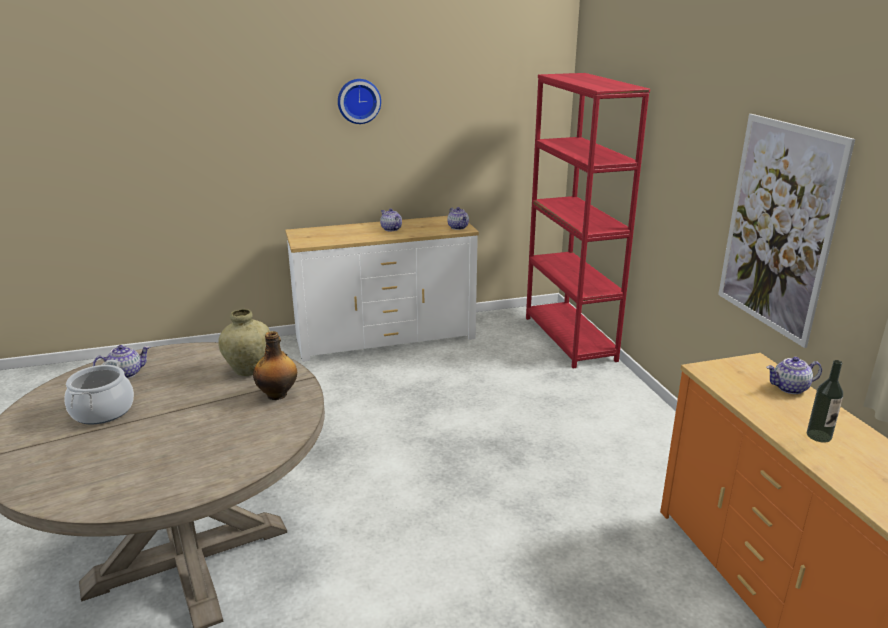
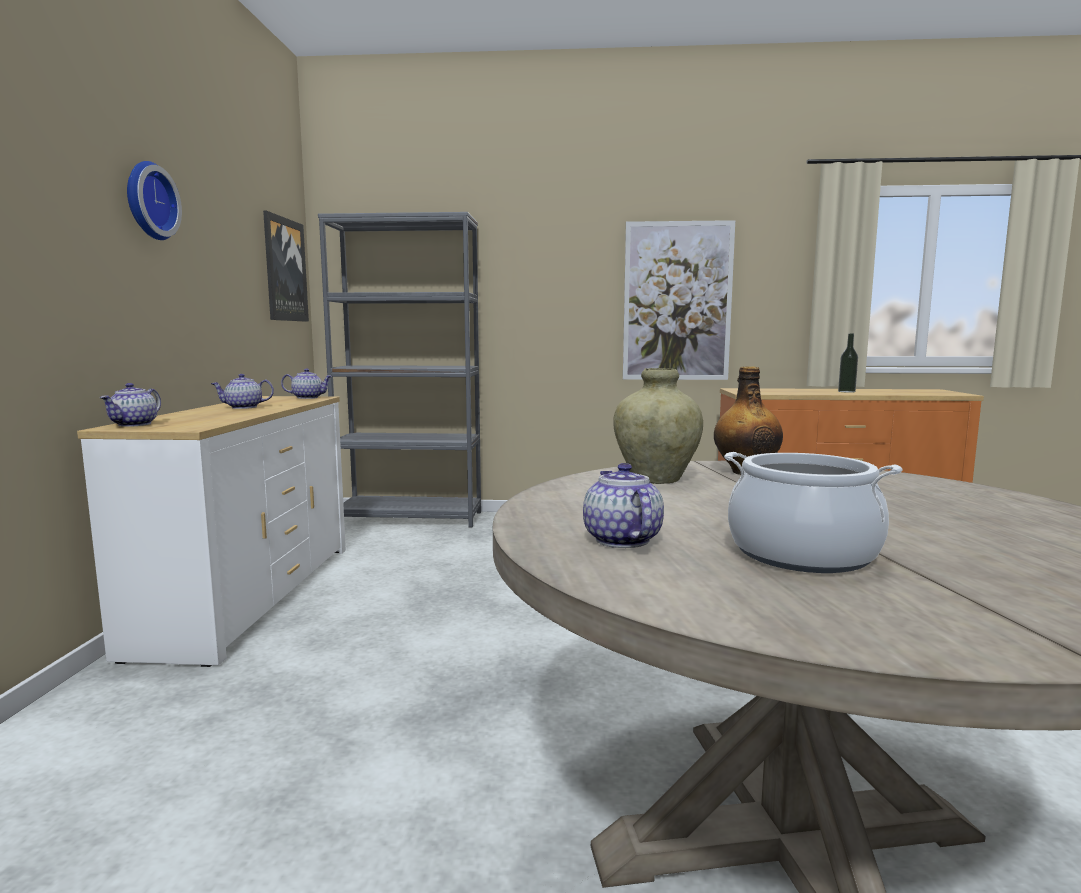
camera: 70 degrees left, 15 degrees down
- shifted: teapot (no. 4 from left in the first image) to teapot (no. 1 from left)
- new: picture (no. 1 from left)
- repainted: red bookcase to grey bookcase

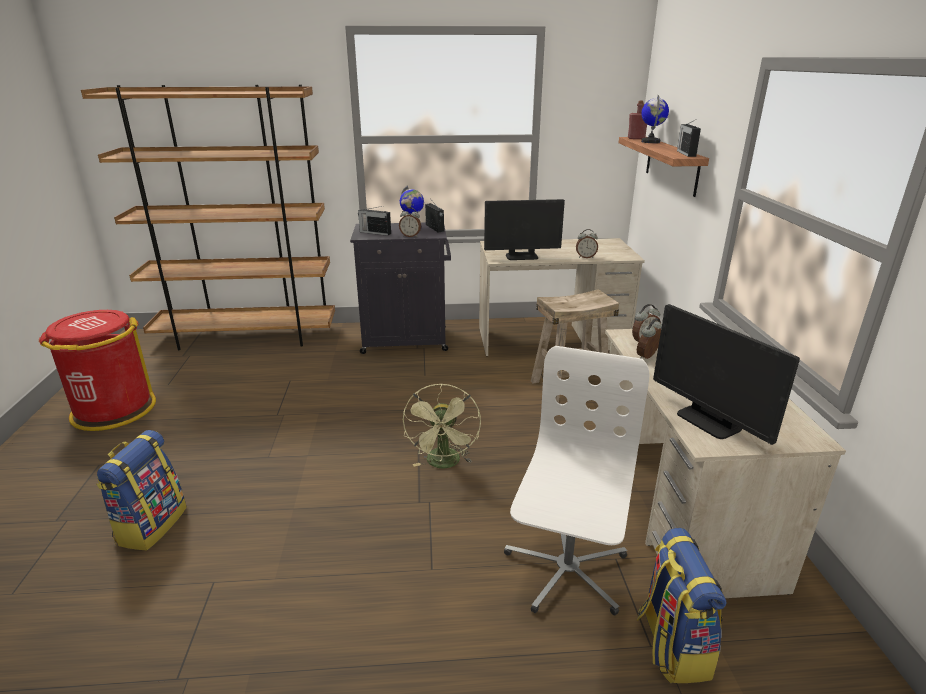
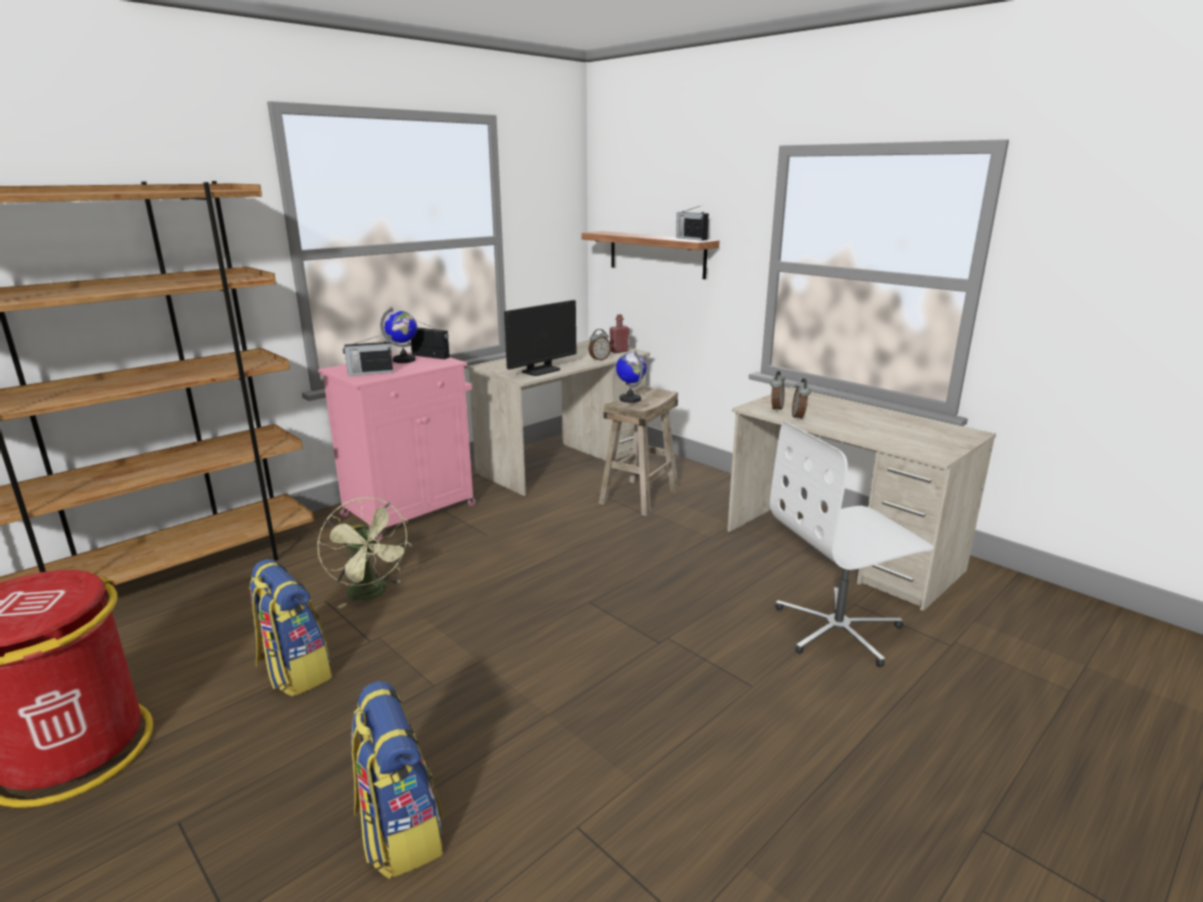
camera: 40 degrees left, 5 degrees down
- shifted: backpack (no. 2 from left in the first image) to backpack (no. 1 from left)
- shifted: green fan
- repainted: black cabinet to pink cabinet
- shifted: red bottle
- shifted: globe (no. 2 from left)
- rotated: white office chair 90 degrees counterclockwise
- gone: alarm clock (no. 1 from left)
- gone: monitor (no. 2 from left)

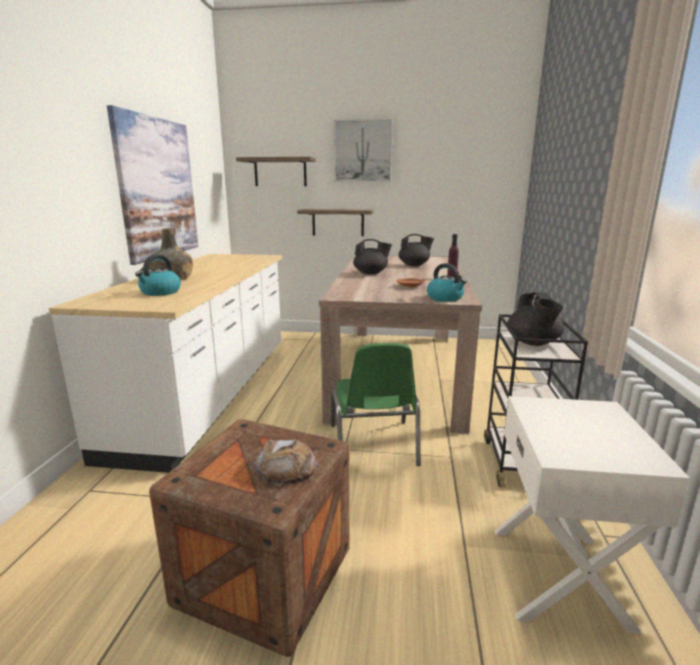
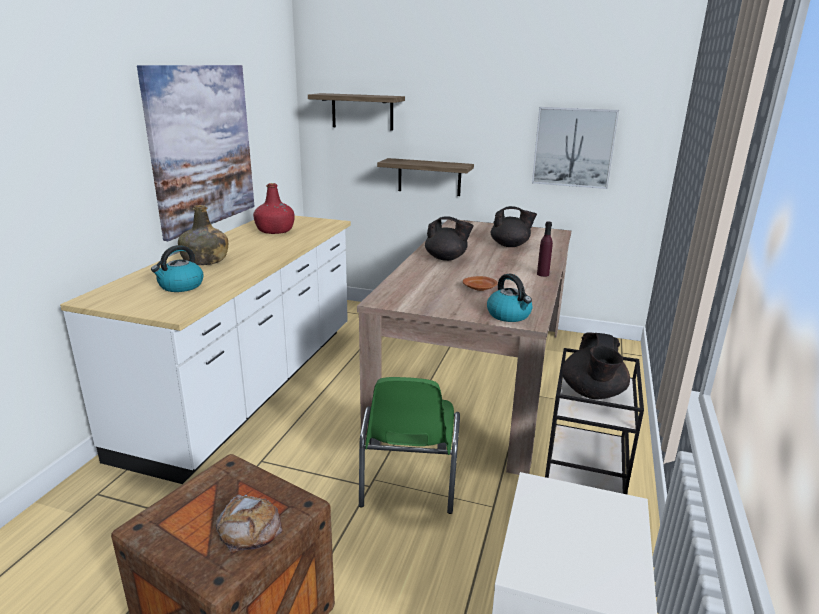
camera: 10 degrees right, 5 degrees up
- new: red bottle
- shifted: picture (no. 2 from left)

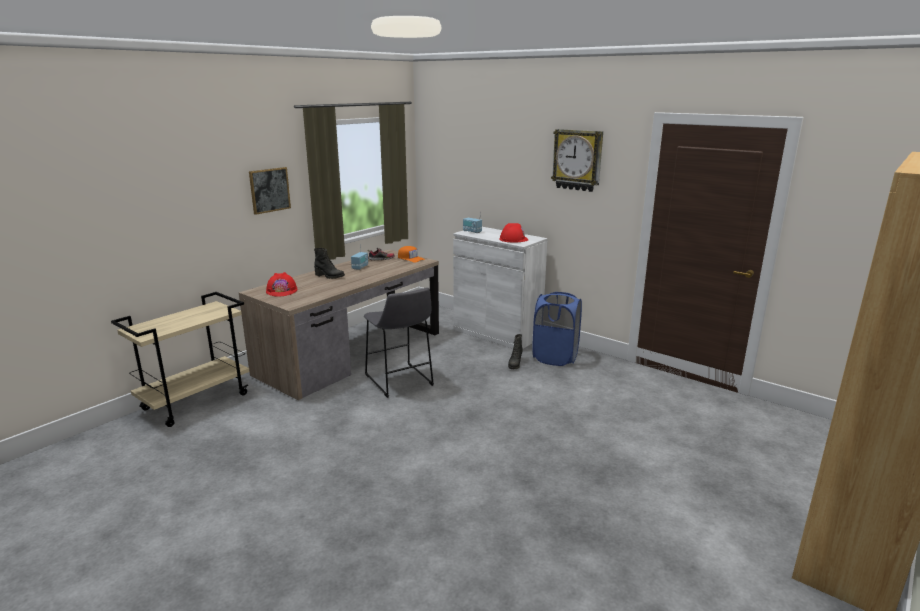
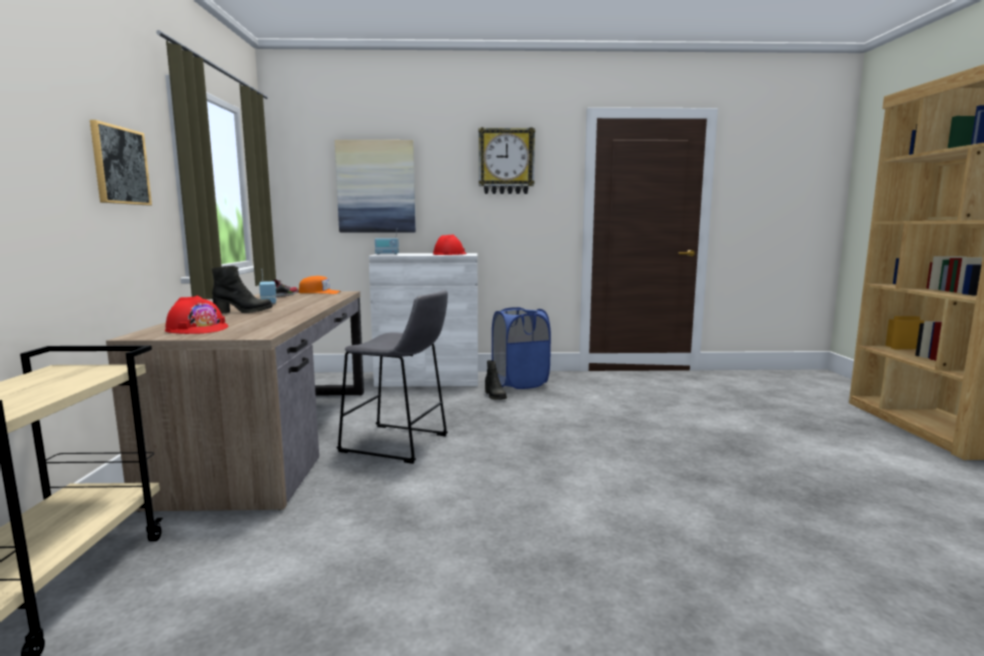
camera: 40 degrees left, 10 degrees down
- new: picture (no. 2 from left)

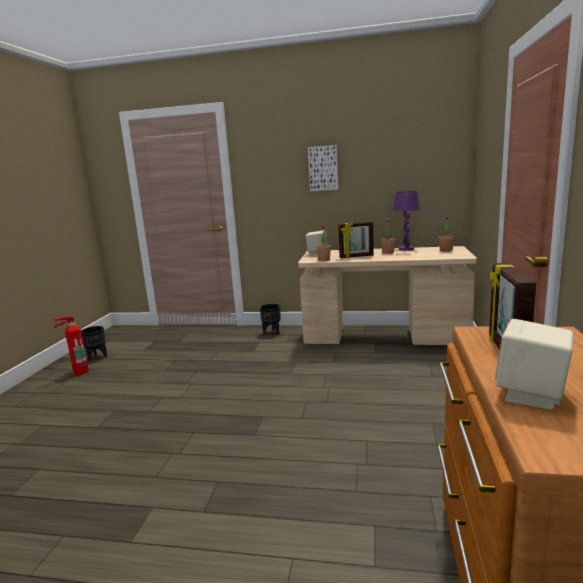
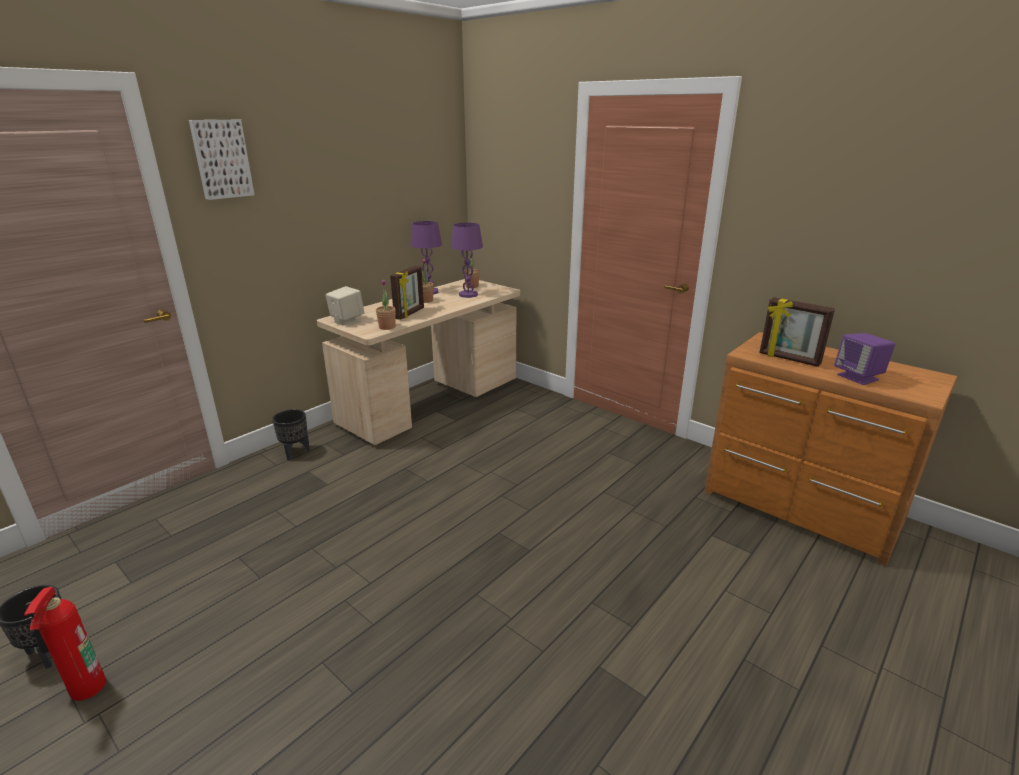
camera: 60 degrees left, 10 degrees up
- shifted: picture
- new: purple table lamp (no. 2 from left)
- repainted: beige speaker (no. 2 from left) to purple speaker

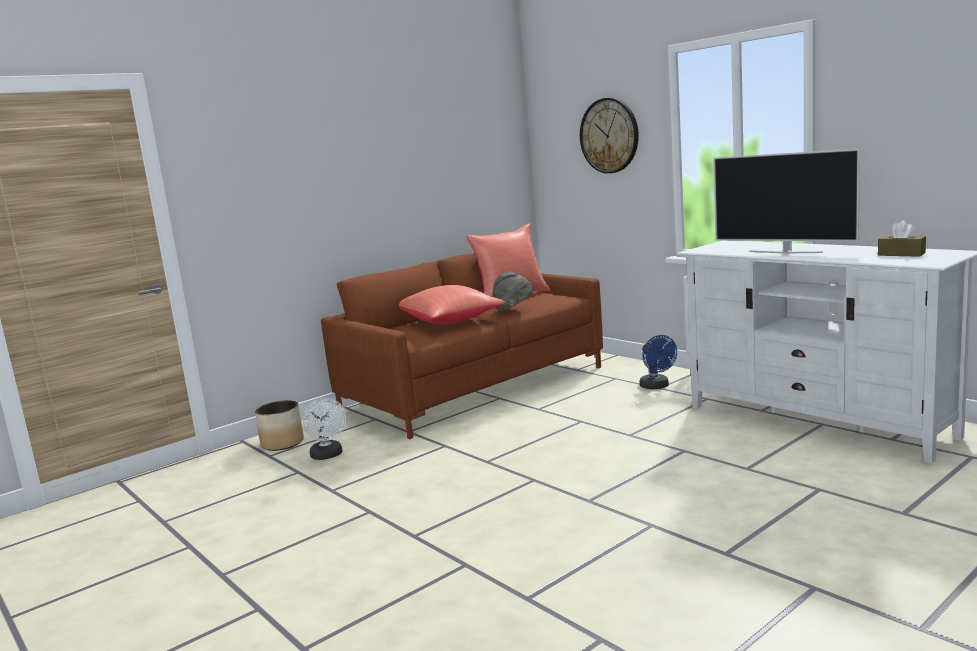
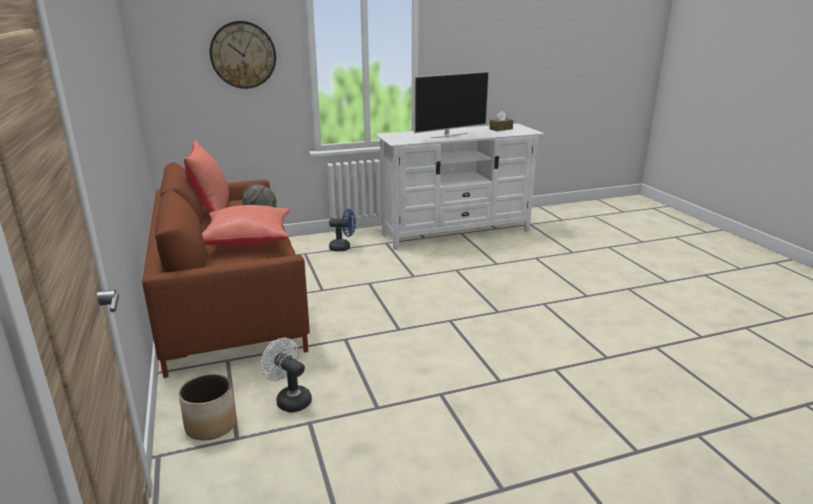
camera: 70 degrees left, 10 degrees up
- rotated: white fan 135 degrees counterclockwise

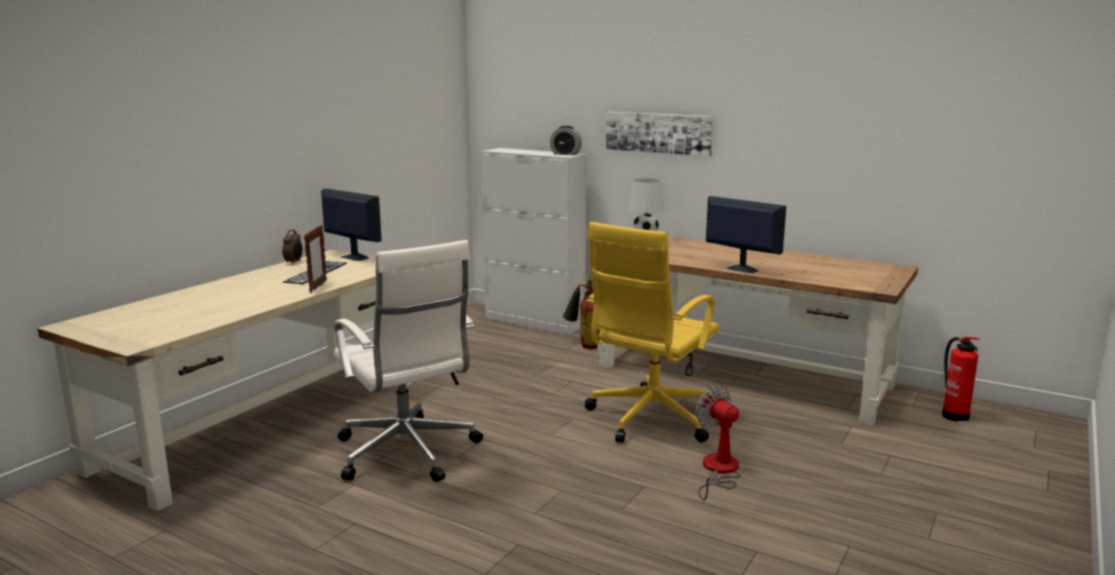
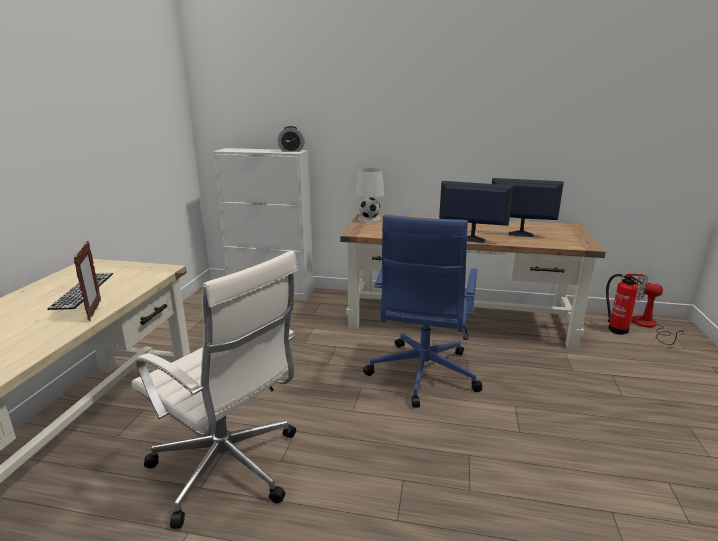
camera: 20 degrees left, 5 degrees up
- repainted: yellow office chair to blue office chair
- shifted: monitor (no. 1 from left in the first image) to monitor (no. 2 from left)
- shifted: fan
- gone: alarm clock (no. 1 from left)
- gone: fire extinguisher (no. 1 from left)
- gone: picture

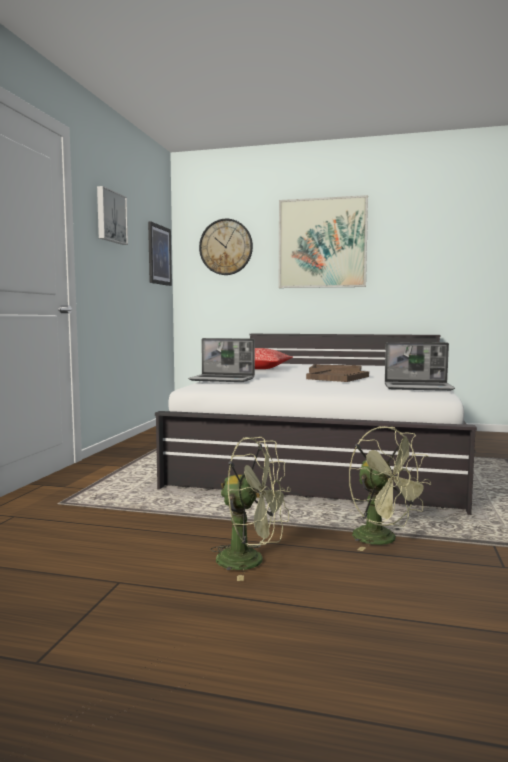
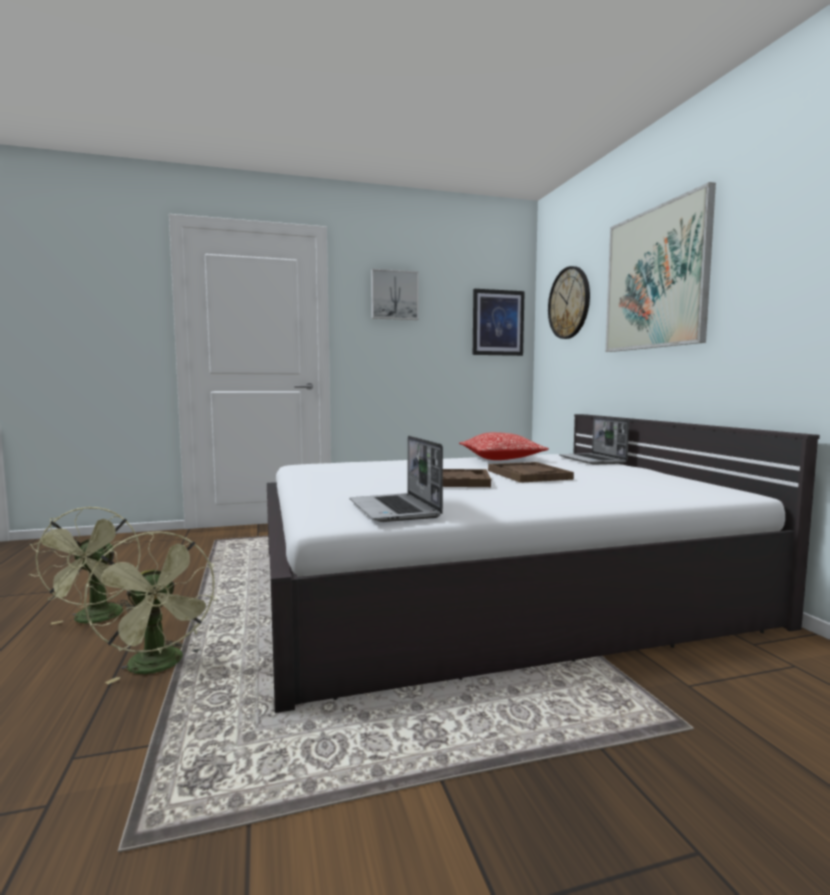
camera: 60 degrees right, 0 degrees up
- rotated: green fan (no. 2 from left) 60 degrees counterclockwise
- shifted: laptop (no. 1 from left in the first image) to laptop (no. 2 from left)

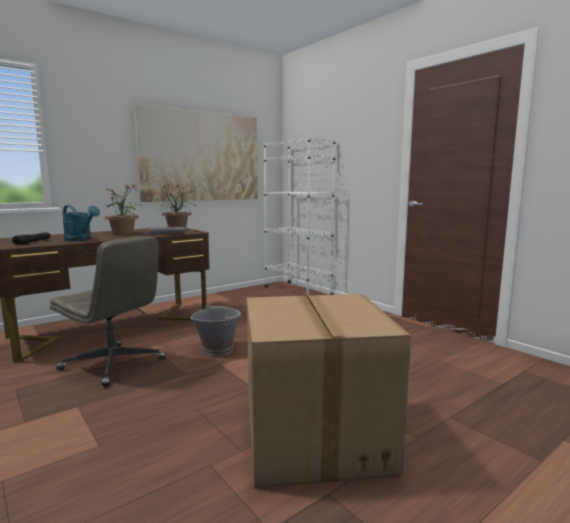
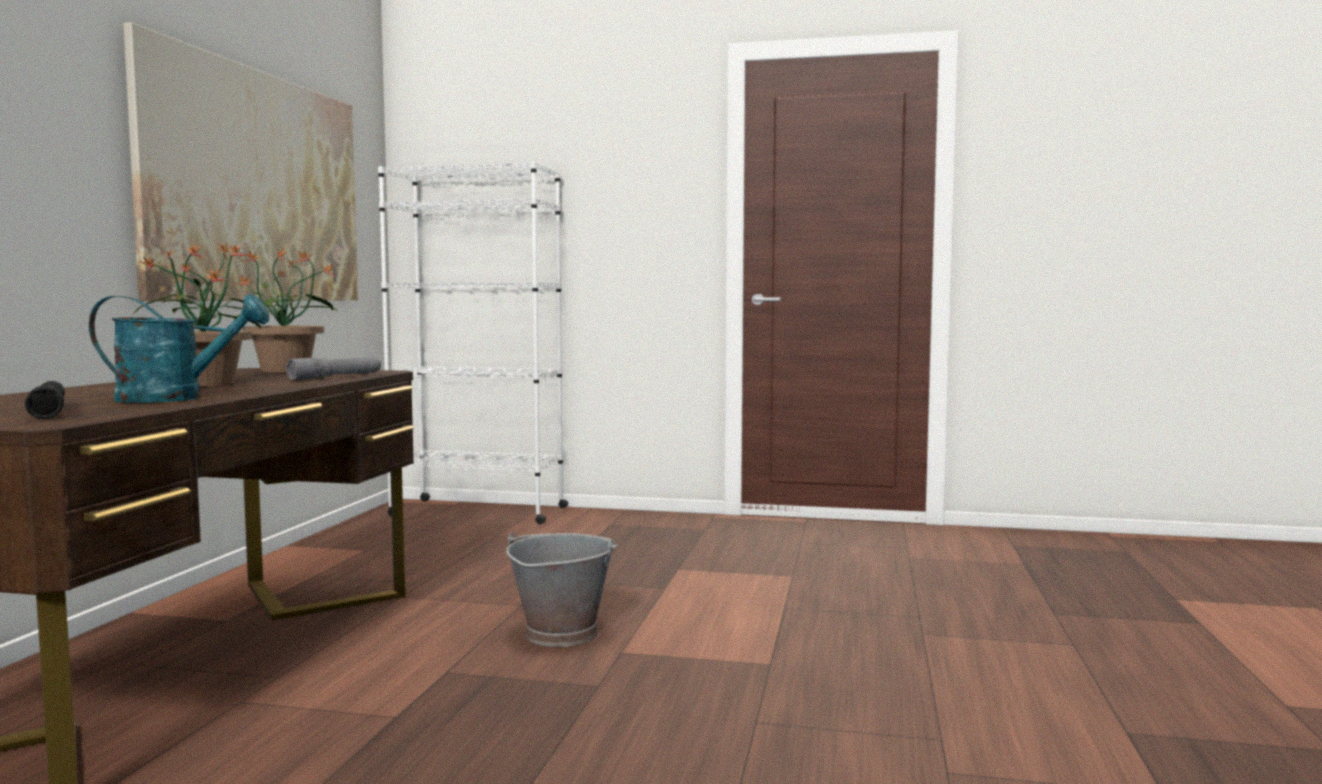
camera: 40 degrees left, 5 degrees down
- gone: grey office chair
- gone: cardboard box

